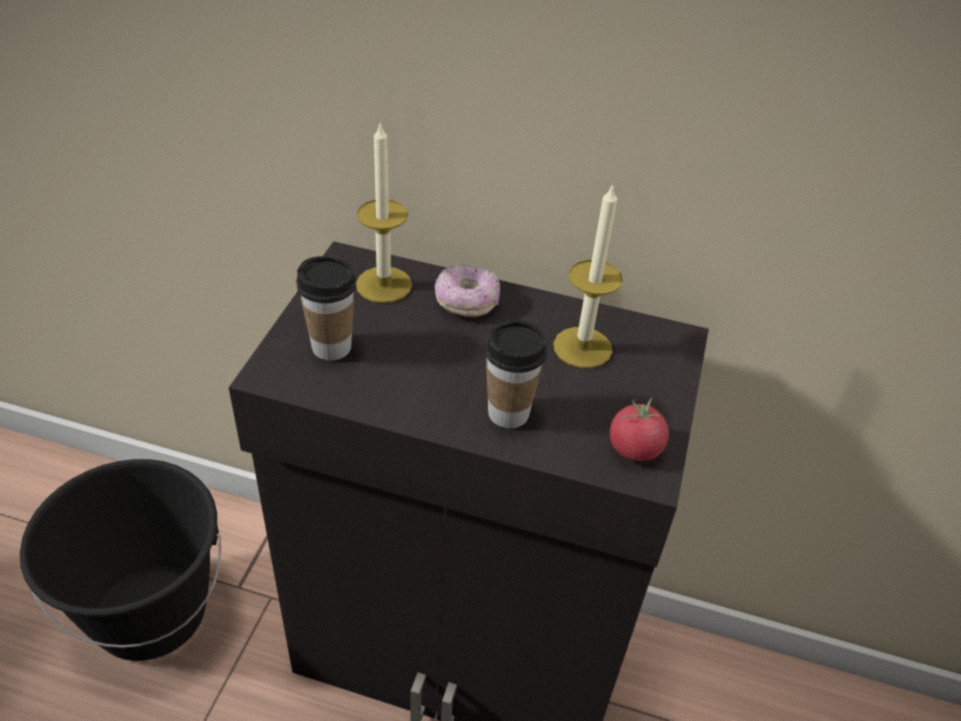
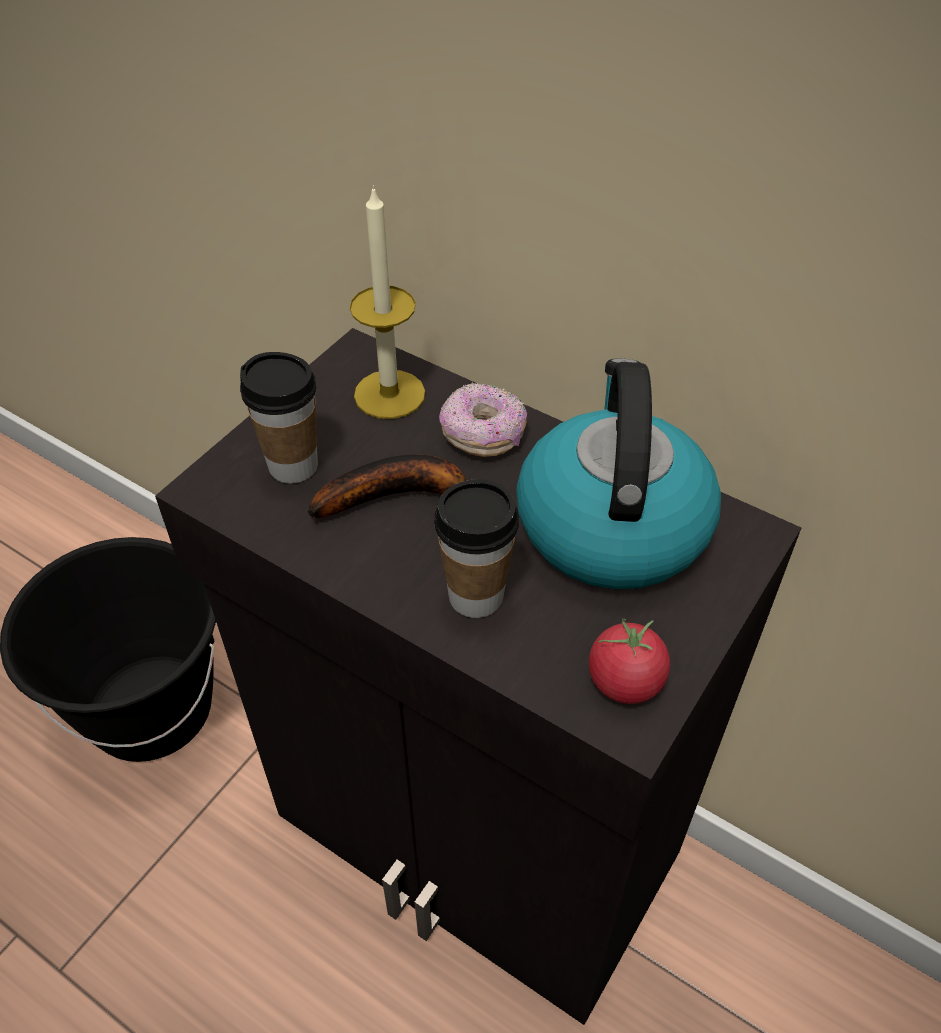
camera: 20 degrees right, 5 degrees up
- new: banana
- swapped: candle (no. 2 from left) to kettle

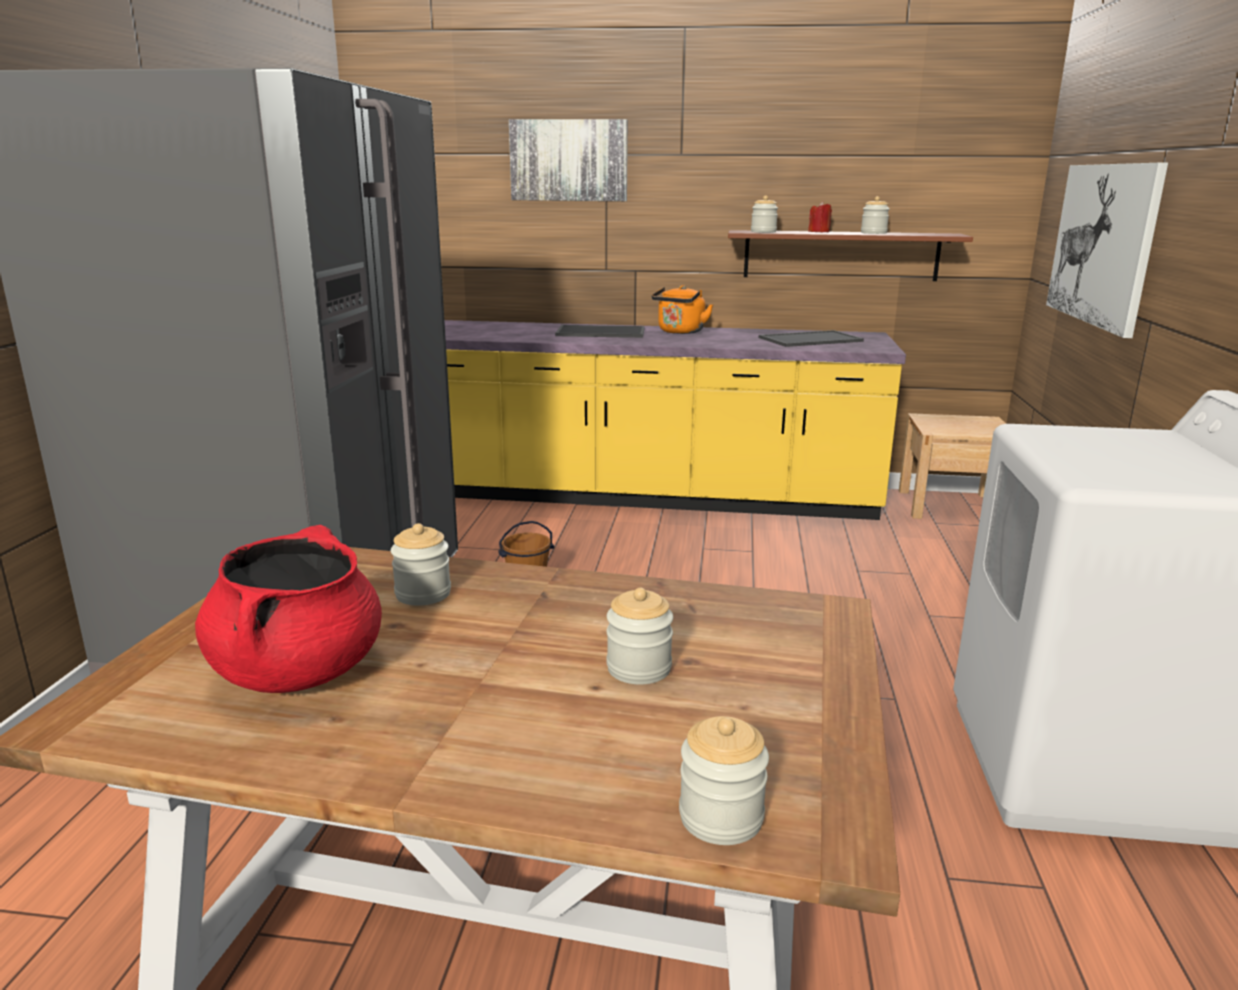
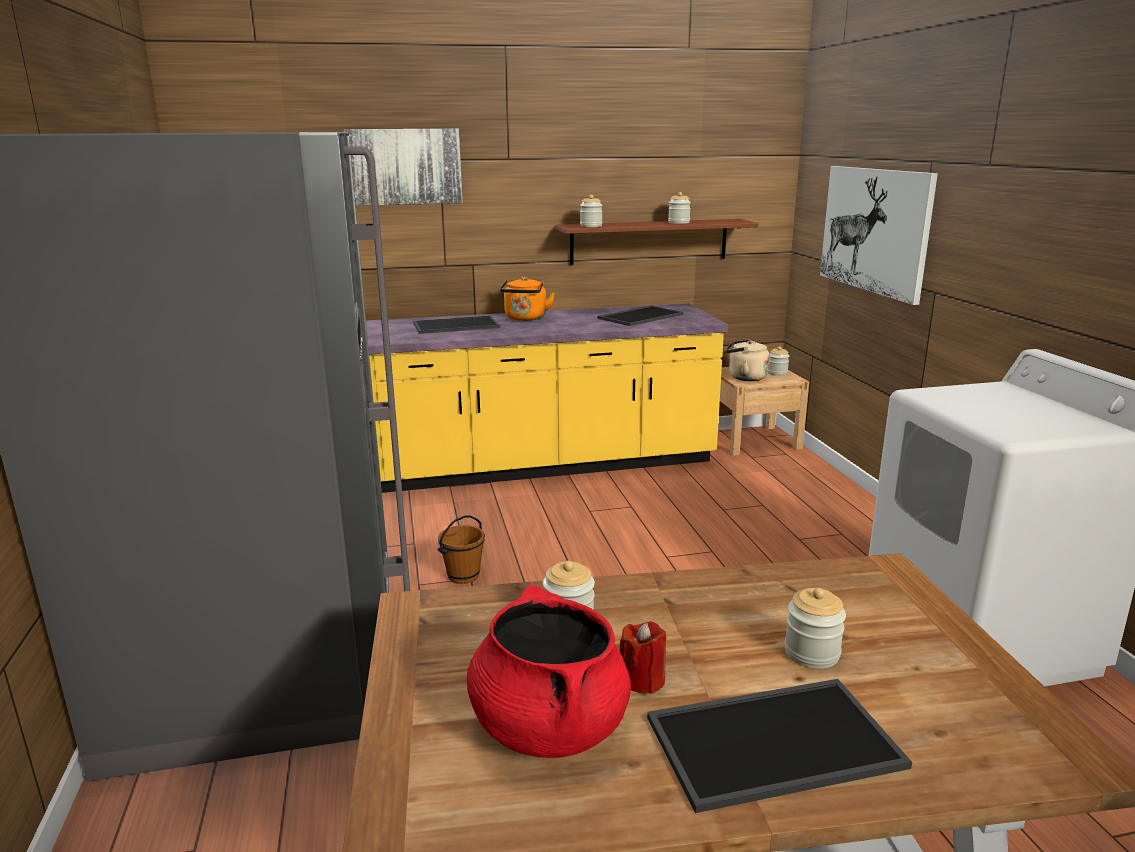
camera: 20 degrees left, 0 degrees up
- shifted: red candle
- new: tray (no. 3 from left)
- new: beige kettle
- shifted: jar (no. 3 from left in the first image) to jar (no. 4 from left)

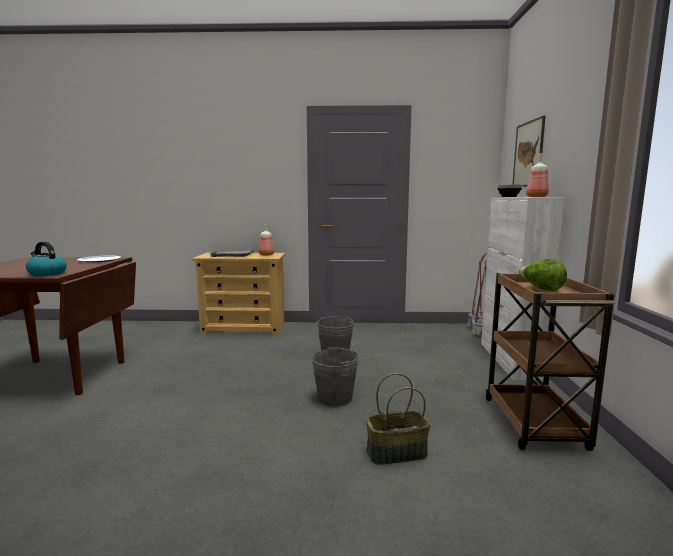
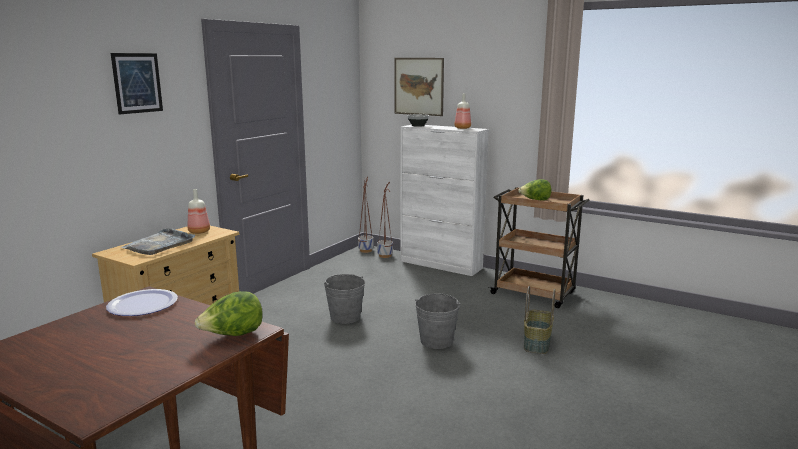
camera: 60 degrees left, 5 degrees up
- new: picture (no. 1 from left)
- swapped: kettle to lettuce (no. 1 from left)

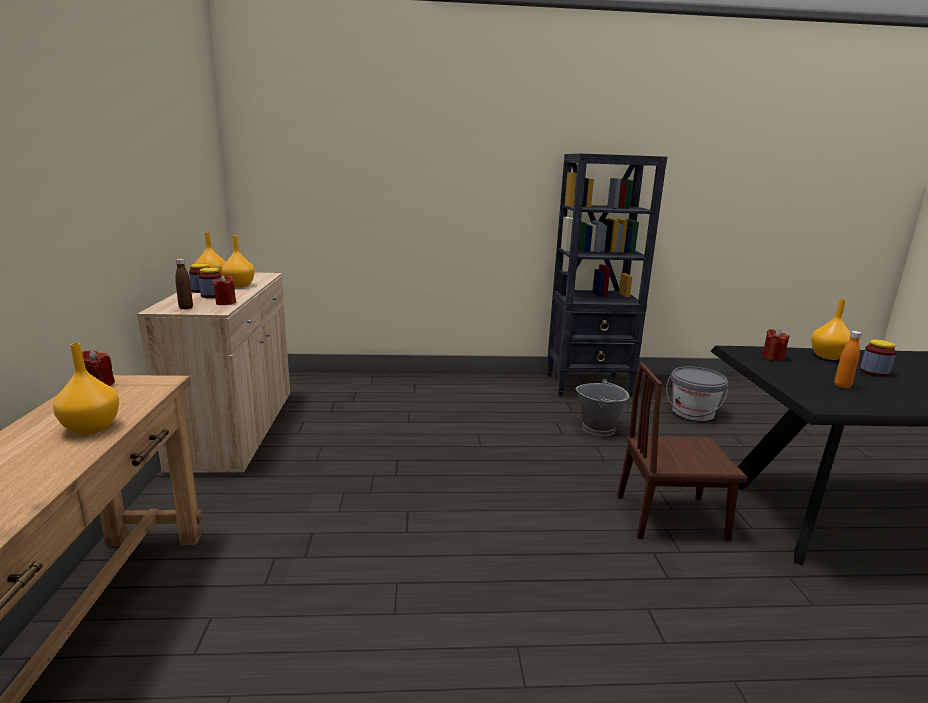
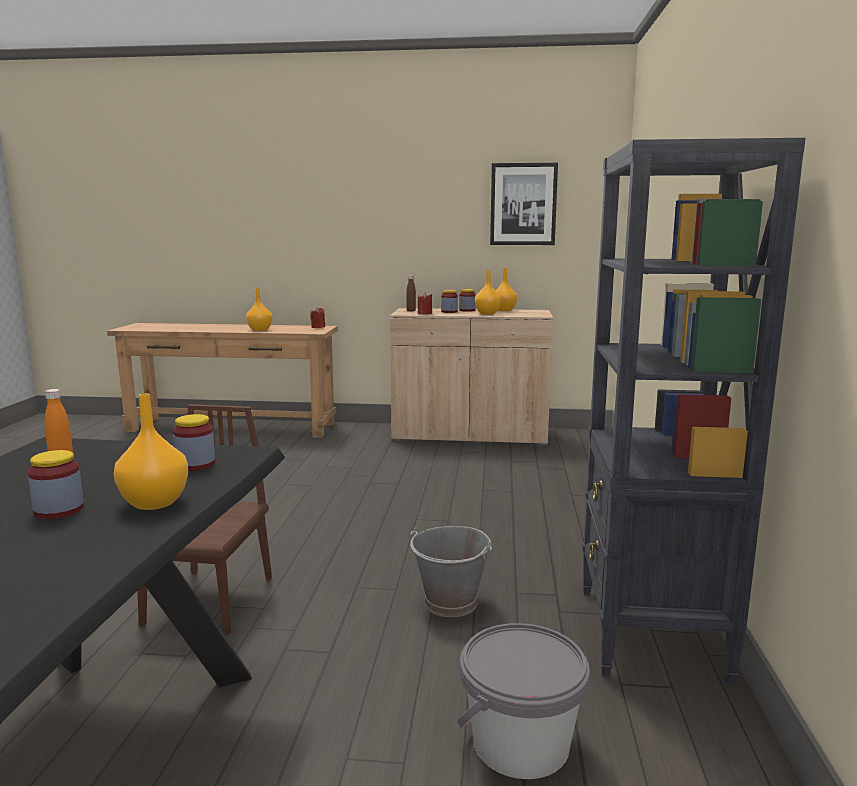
camera: 100 degrees right, 5 degrees down
- swapped: red candle (no. 3 from left) to jar (no. 2 from left)
- new: picture

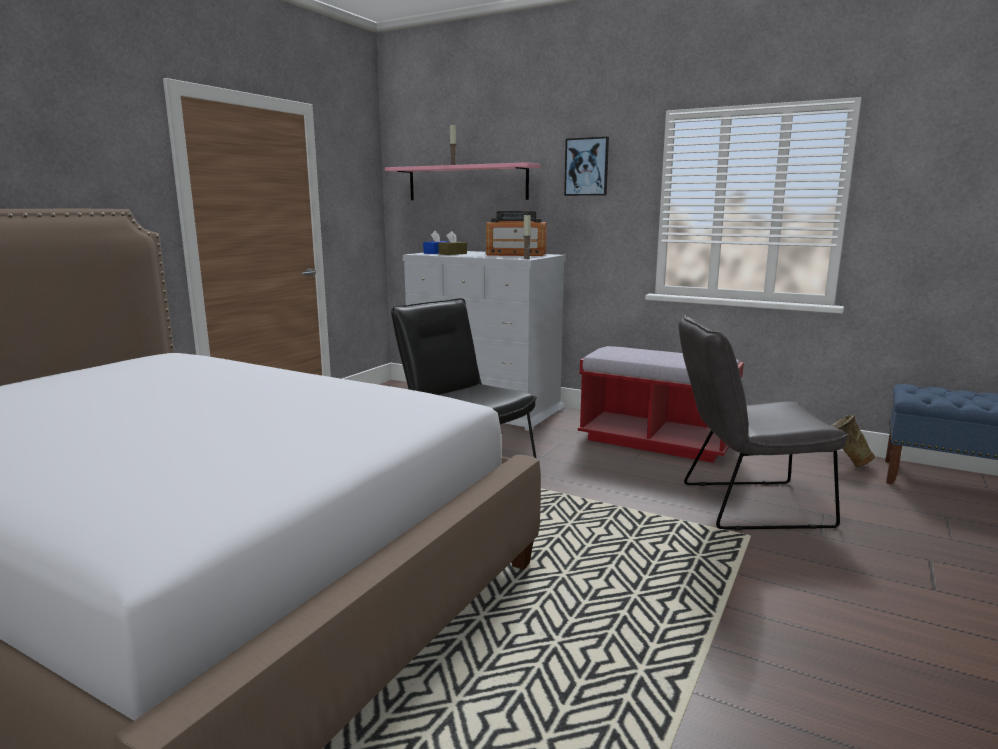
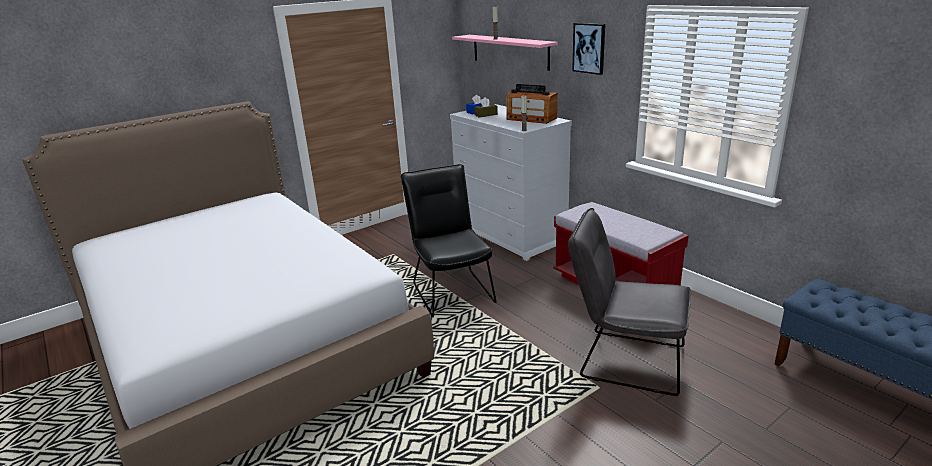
camera: 25 degrees right, 10 degrees up
- gone: beige vase

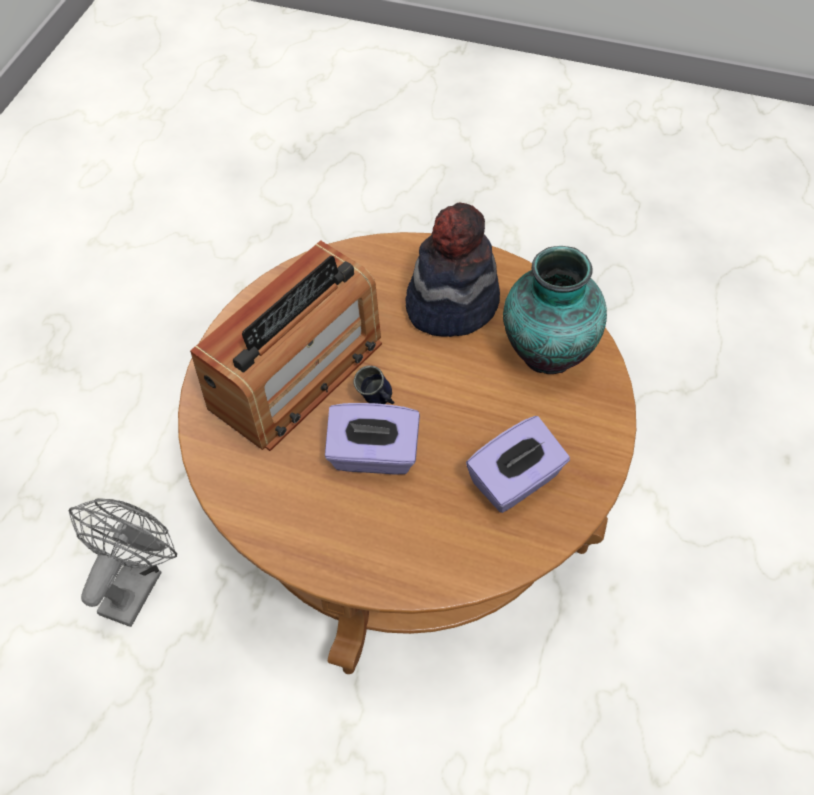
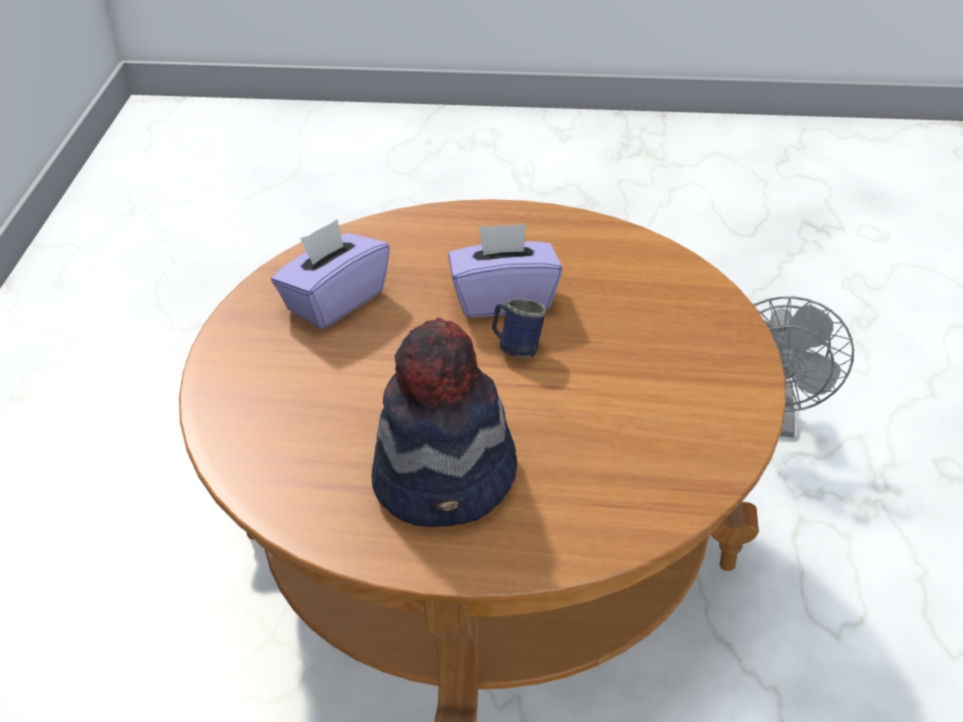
camera: 170 degrees right, 15 degrees down
- gone: radio
- gone: vase

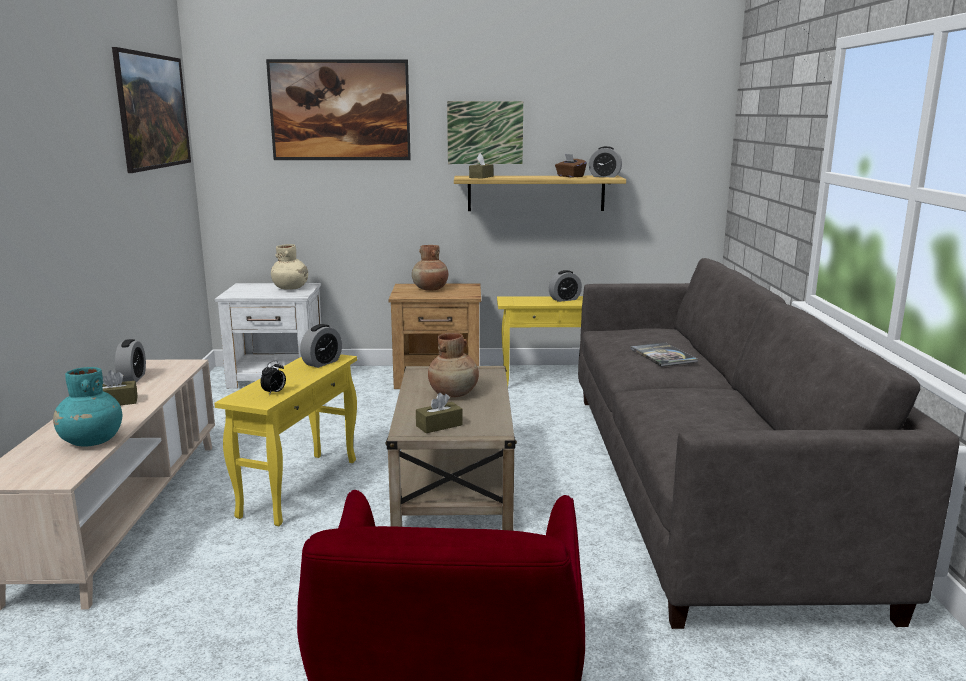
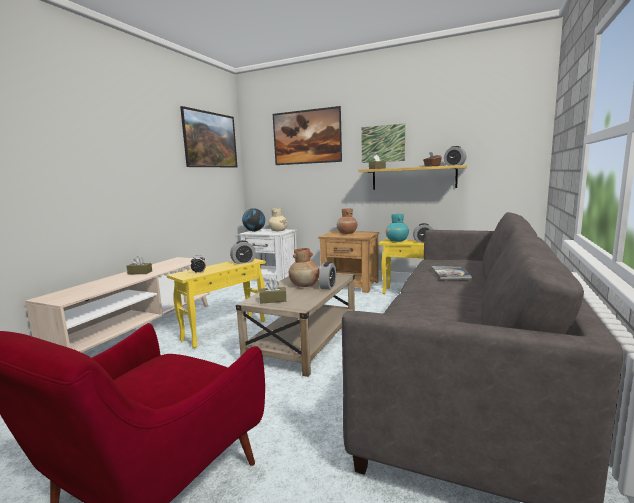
camera: 25 degrees right, 5 degrees down
- new: globe
- shifted: alarm clock (no. 1 from left in the first image) to alarm clock (no. 3 from left)
- shifted: turquoise vase

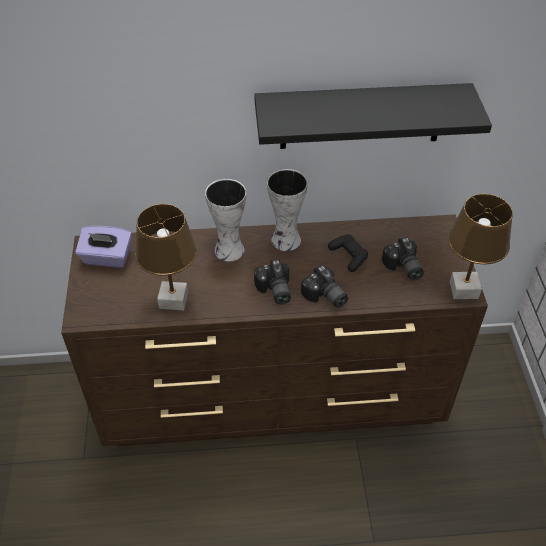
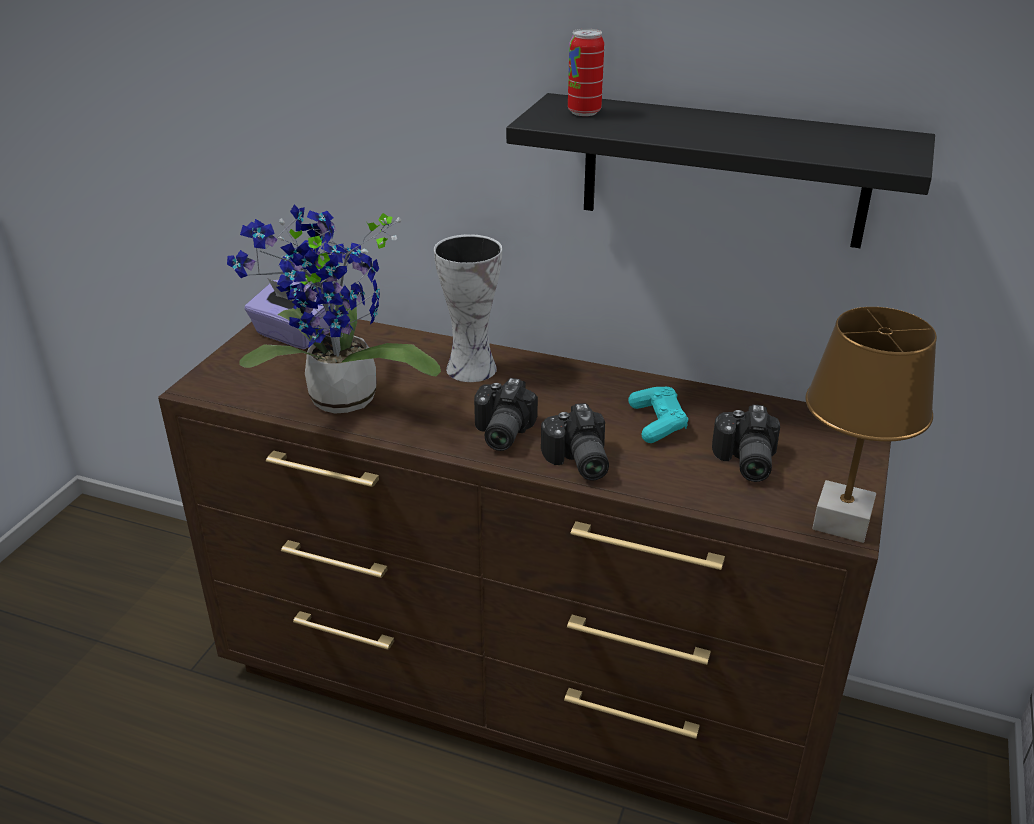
camera: 25 degrees right, 15 degrees down
- swapped: brown table lamp (no. 1 from left) to potted plant
- new: can
- repainted: black game controller to turquoise game controller
- gone: vase (no. 2 from left)

